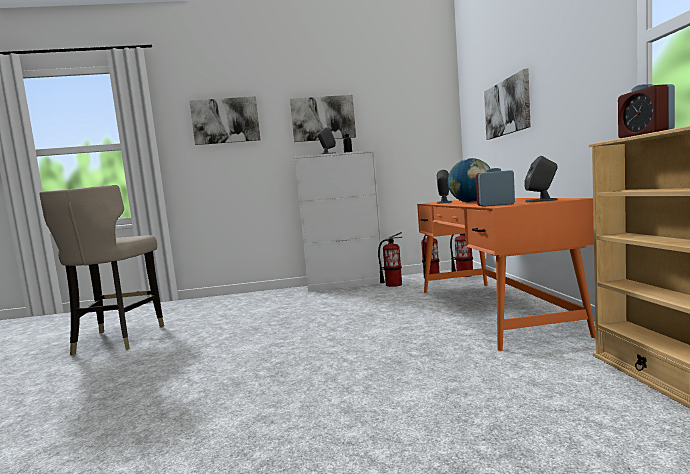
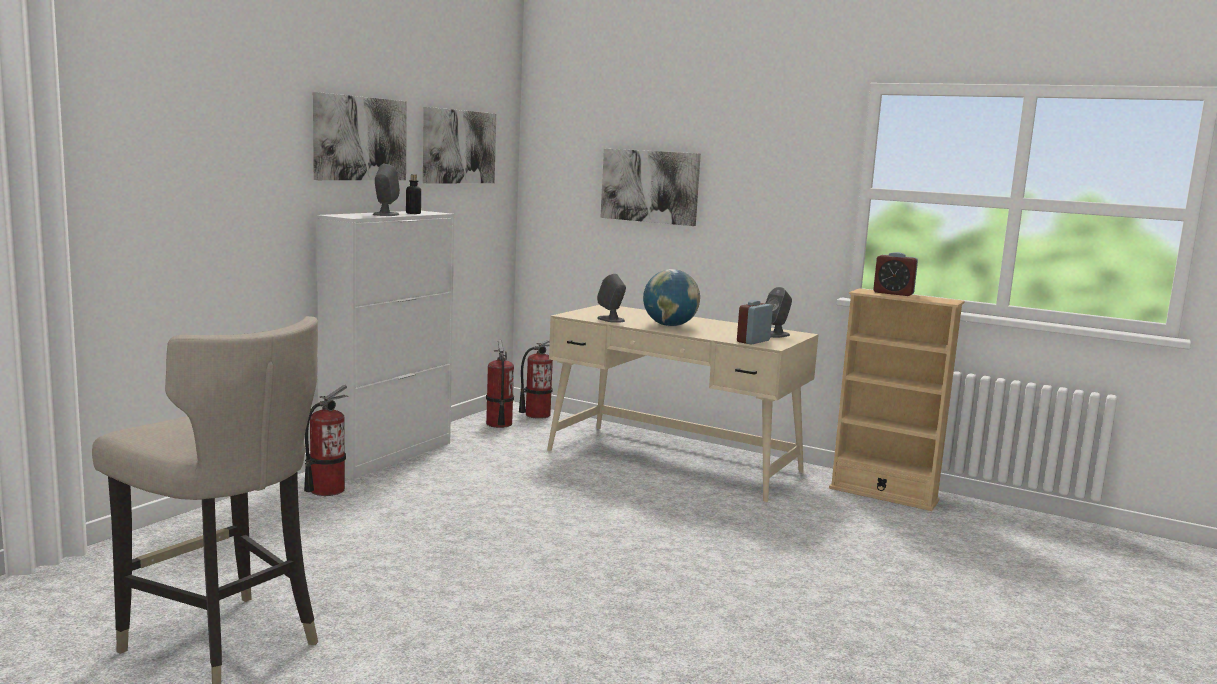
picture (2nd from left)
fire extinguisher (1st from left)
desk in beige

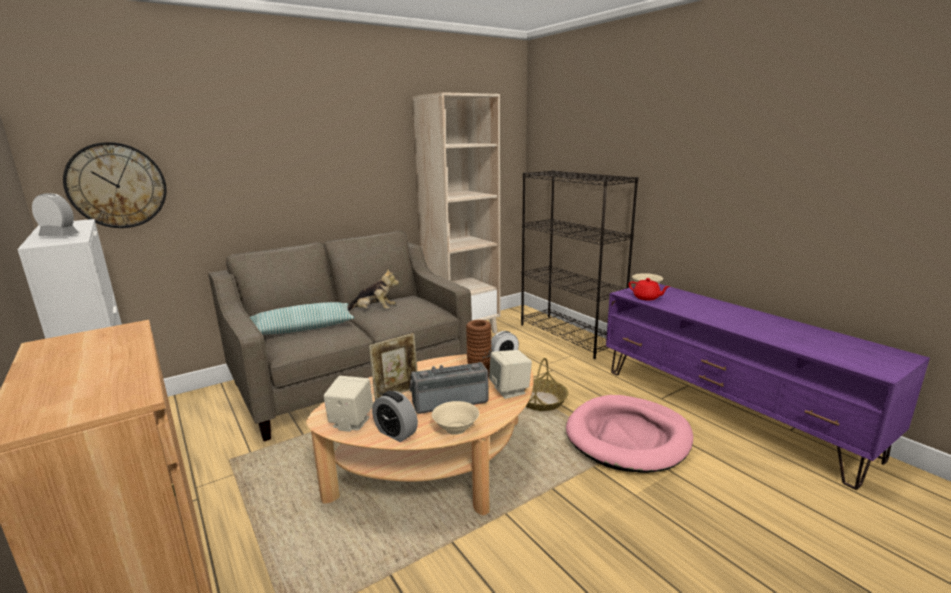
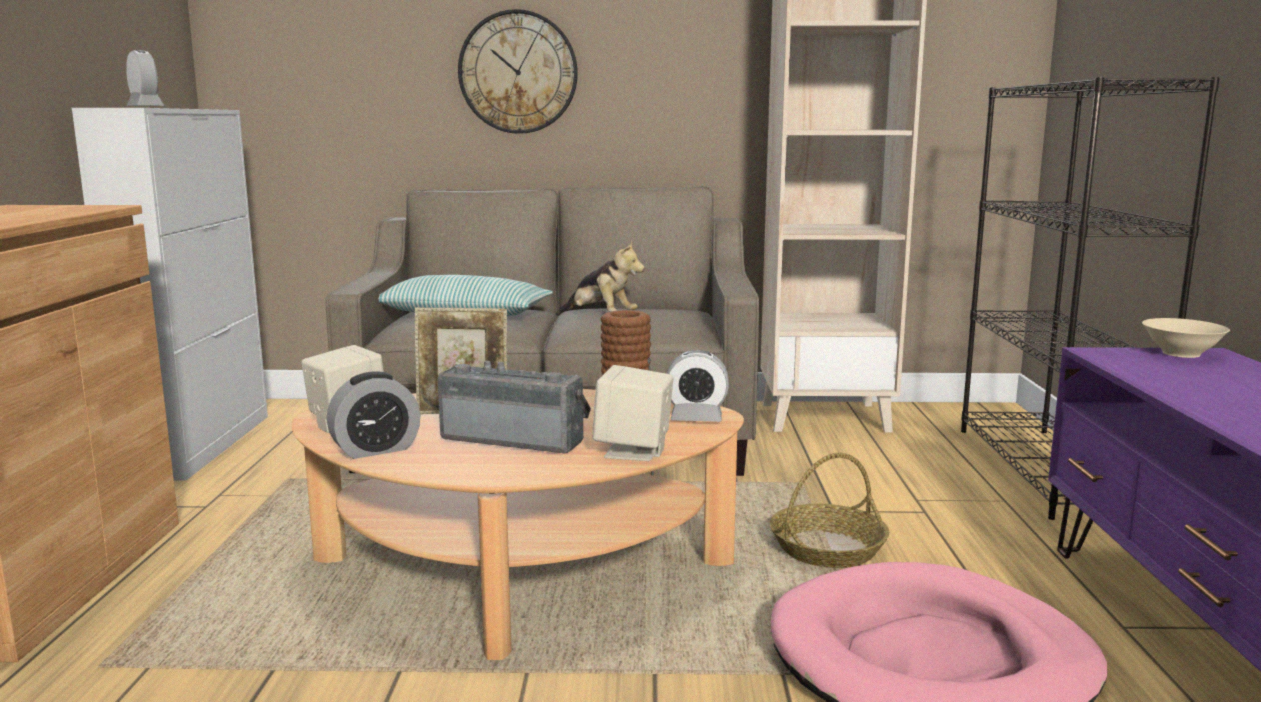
bowl in beige (1st from left in the first image)
teapot in red
wall clock
alarm clock (2nd from left)

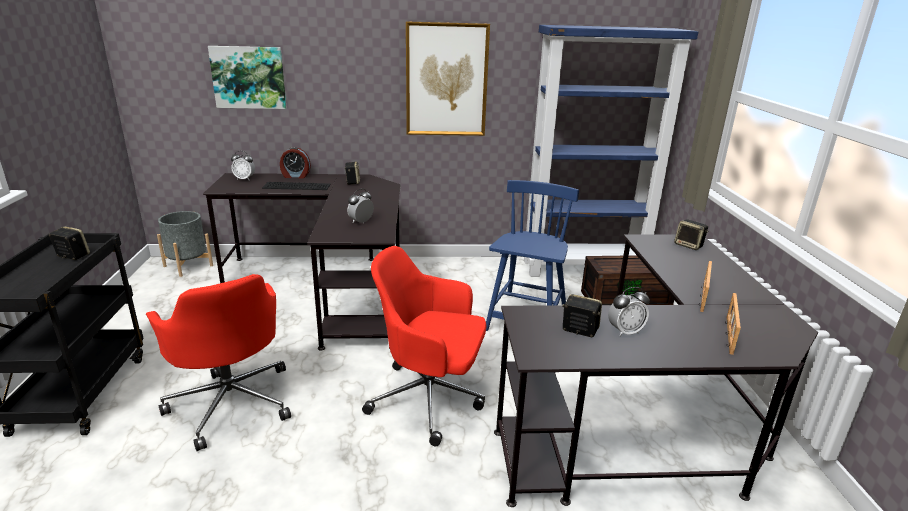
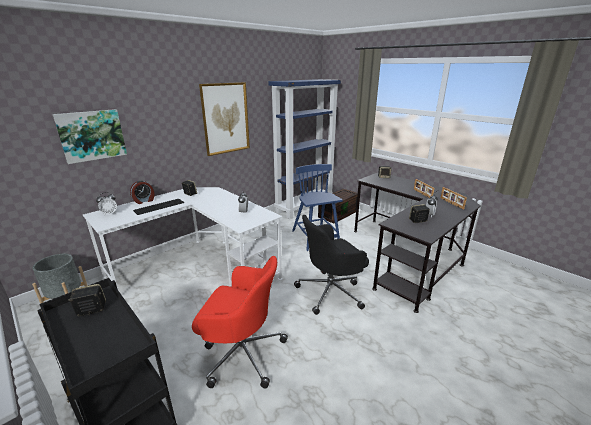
desk in white
office chair in black

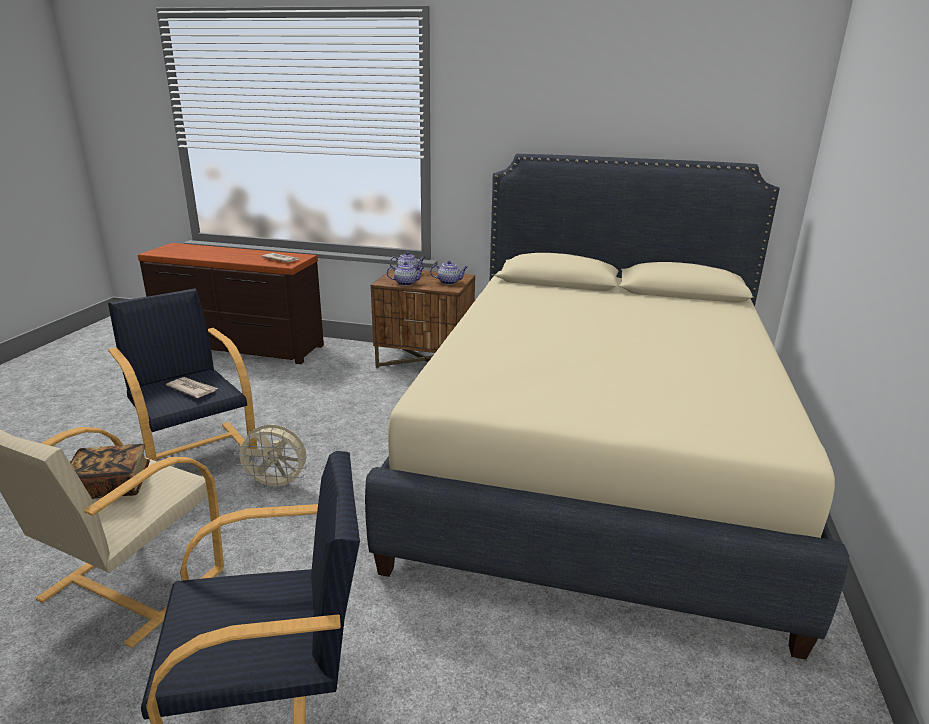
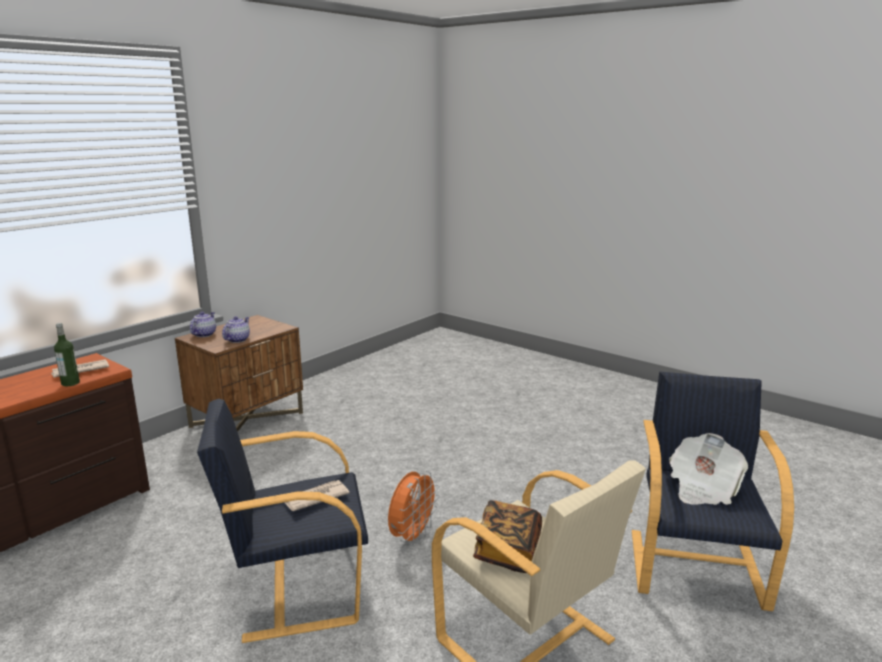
bed in beige
teapot (3rd from left in the first image)
bottle
newspaper (3rd from left)
fan in orange

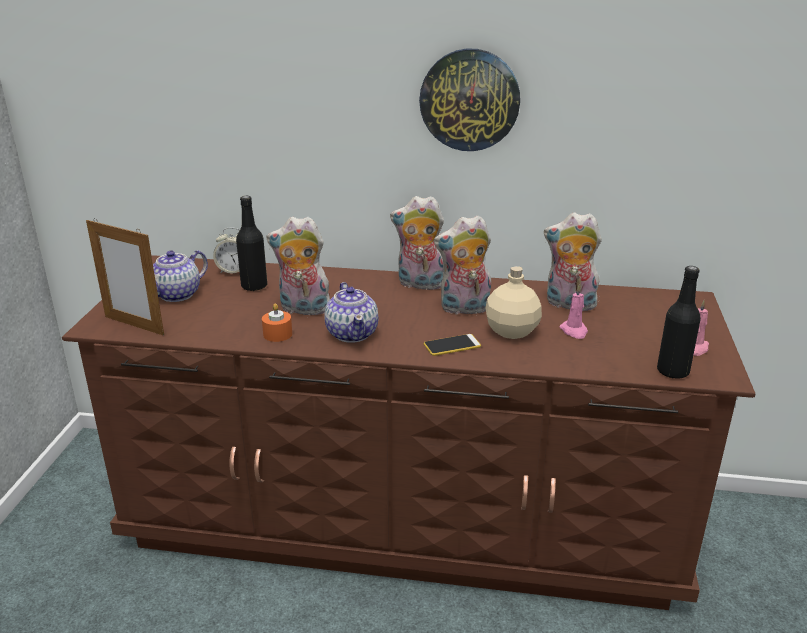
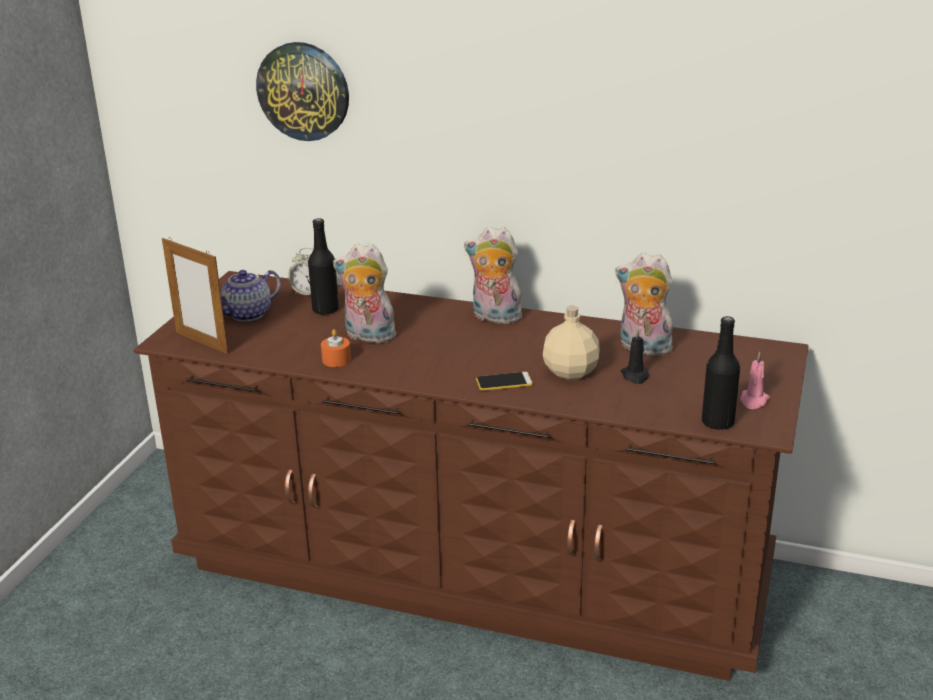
teapot (2nd from left in the first image)
plush toy (3rd from left in the first image)
wall clock
candle in black

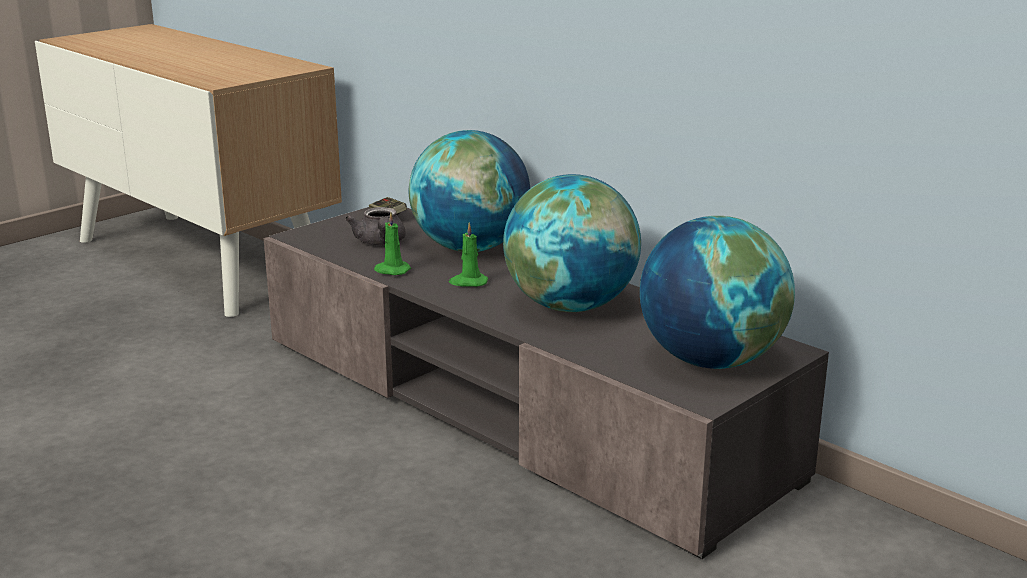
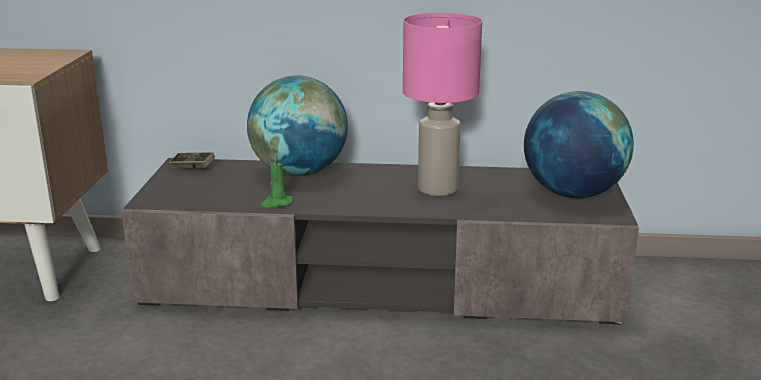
teapot in grey
candle in green (2nd from left in the first image)
table lamp in pink

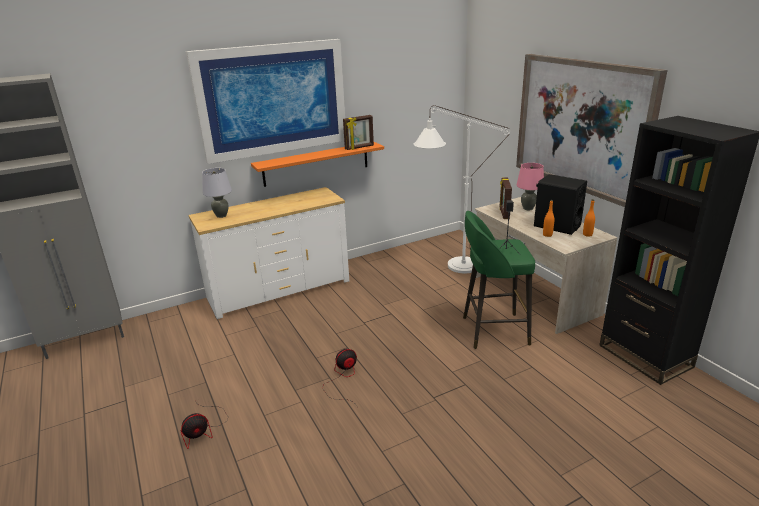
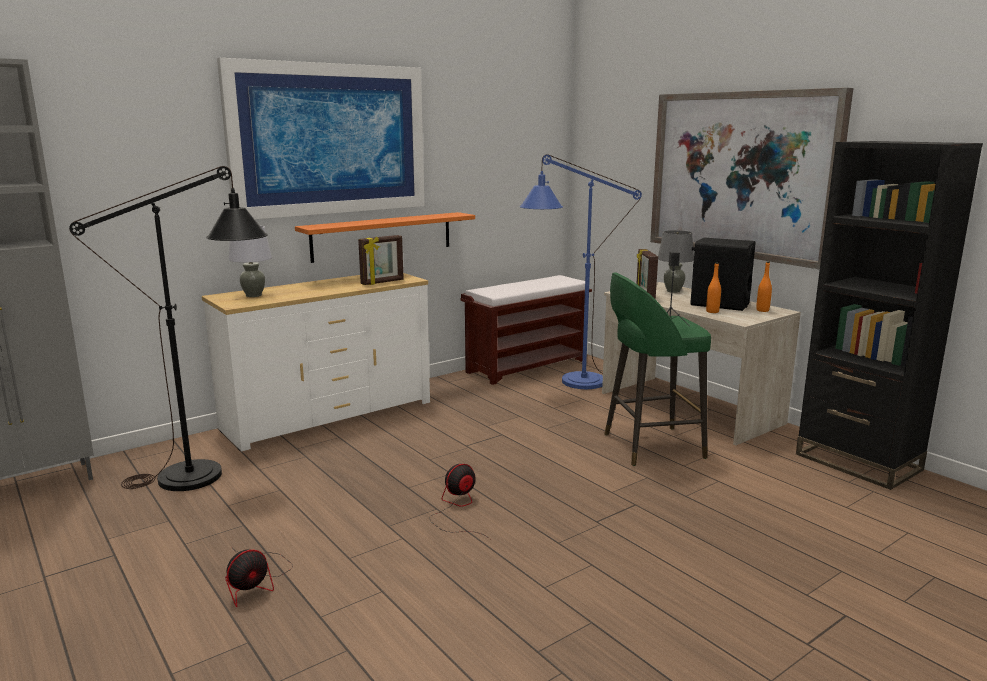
floor lamp in black
bench in brown
picture frame (1st from left)
floor lamp in blue
table lamp in grey (2nd from left)

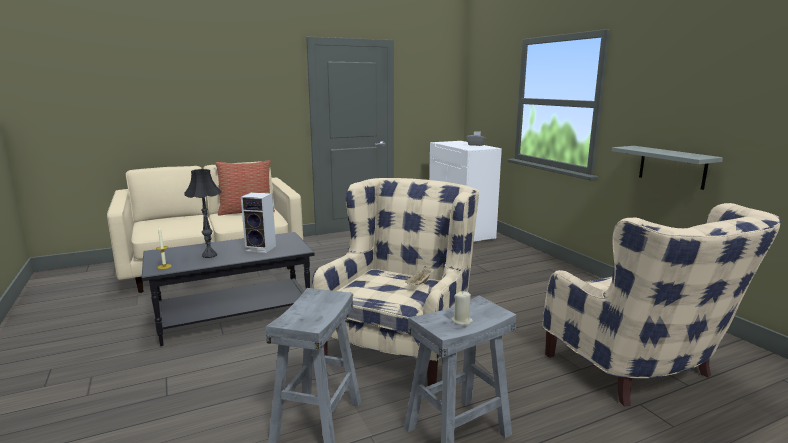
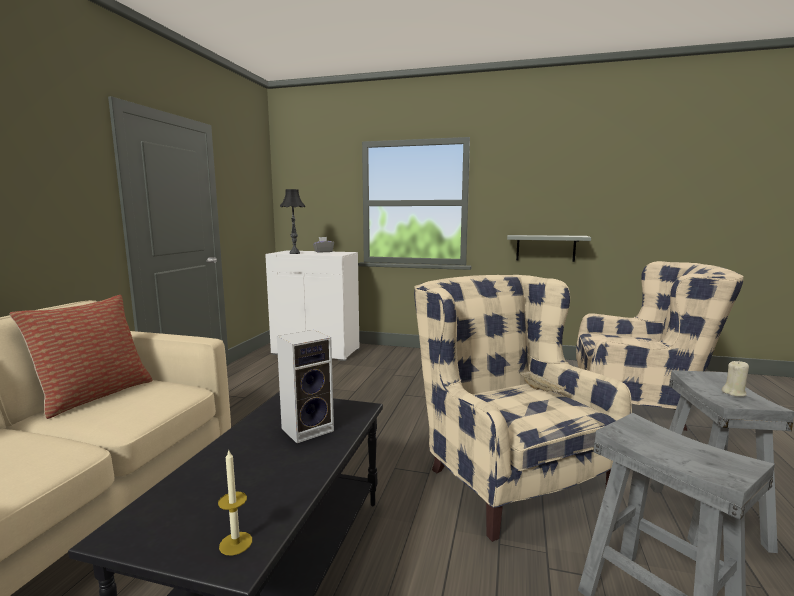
table lamp in black

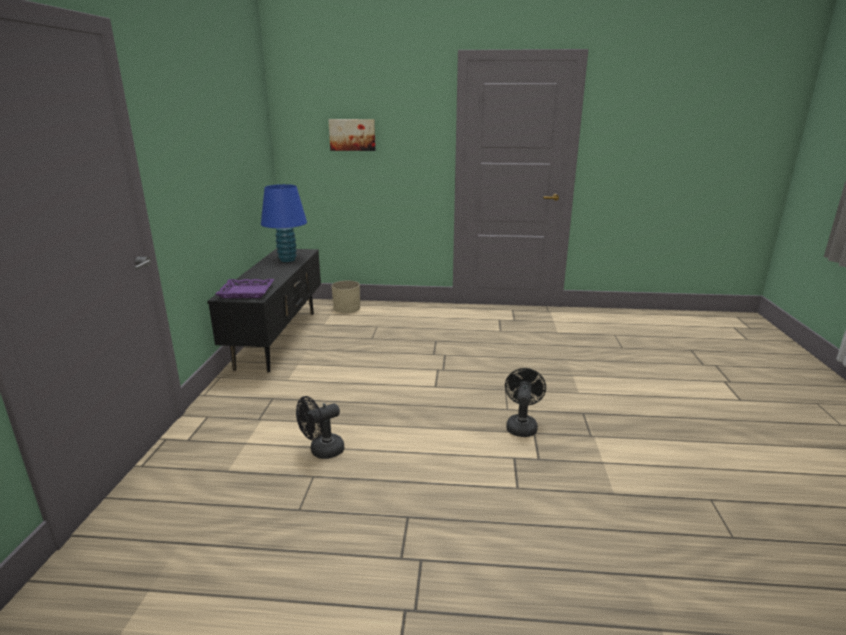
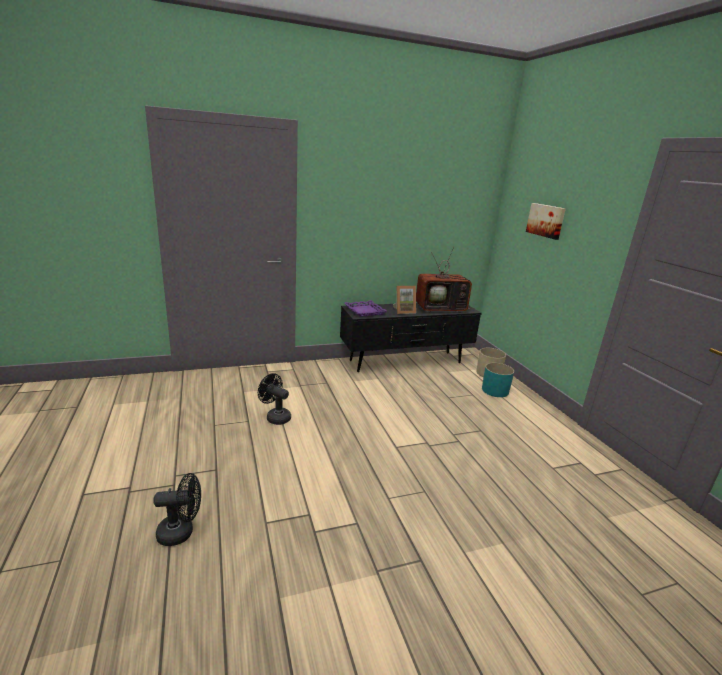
picture frame
planter in turquoise
fan in black (1st from left)
television

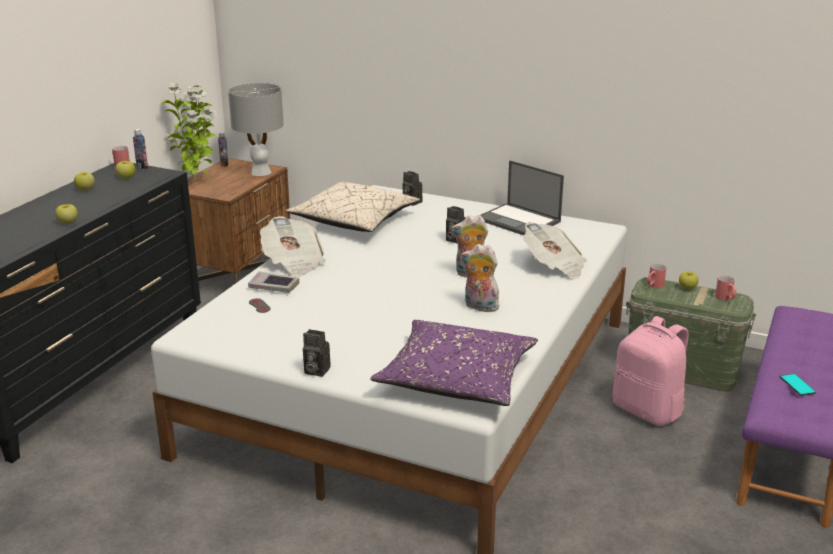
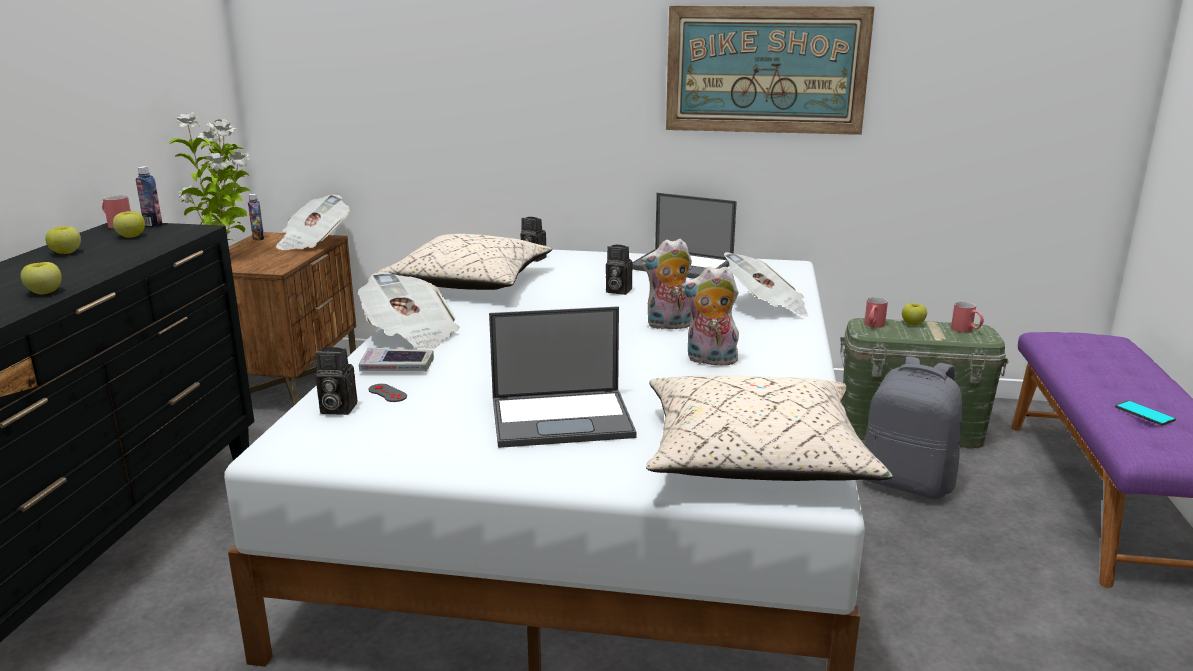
laptop (1st from left)
picture
photo camera (1st from left)
newspaper (1st from left)
pillow in beige (2nd from left)
backpack in grey

